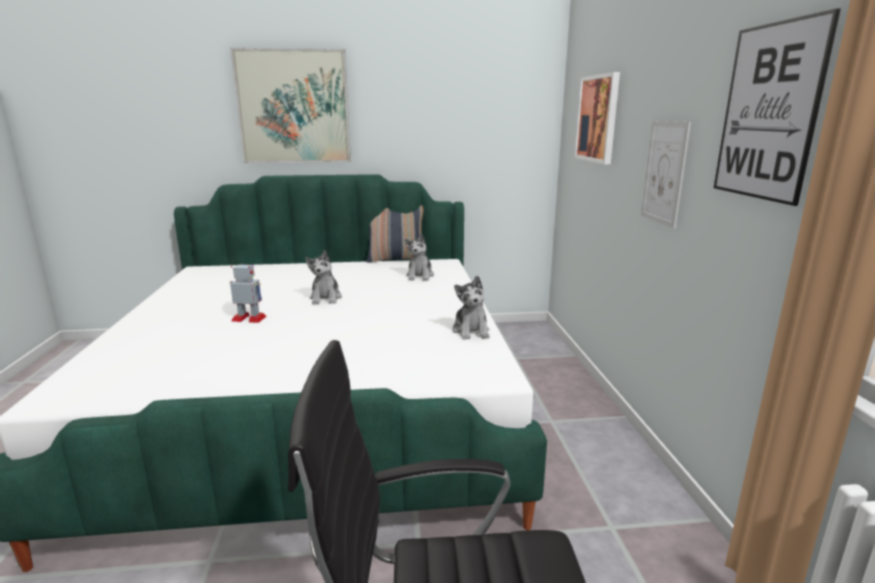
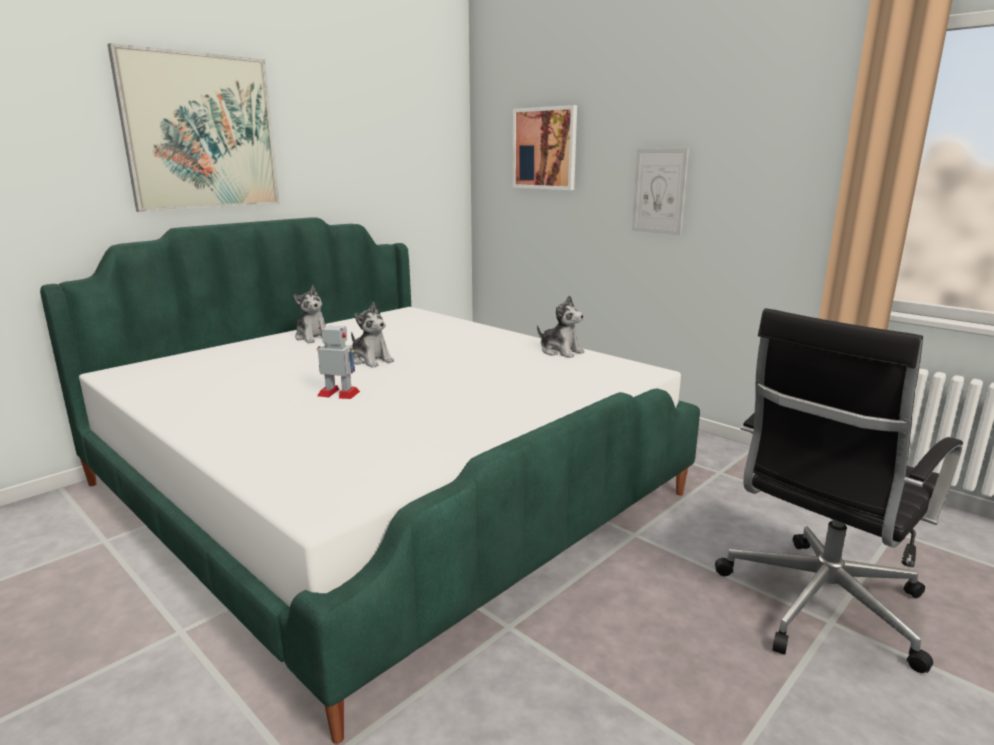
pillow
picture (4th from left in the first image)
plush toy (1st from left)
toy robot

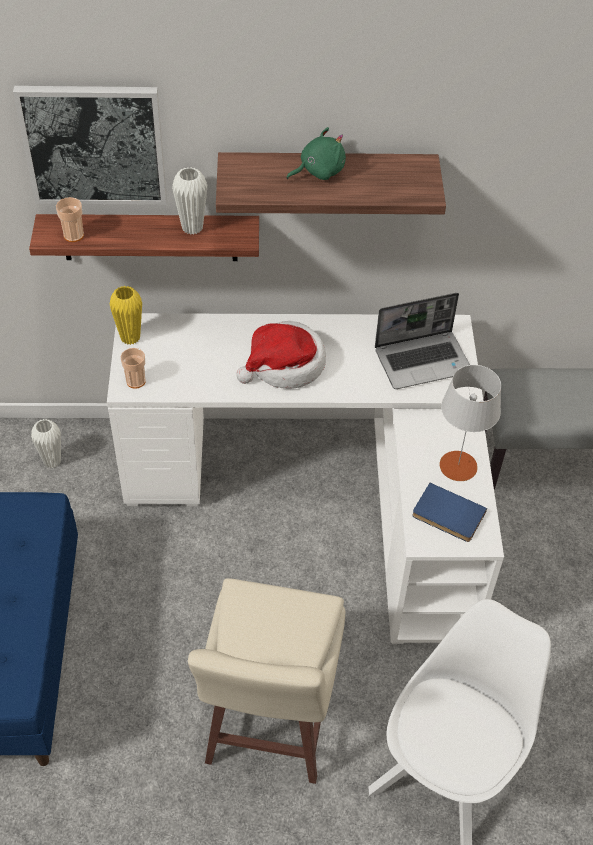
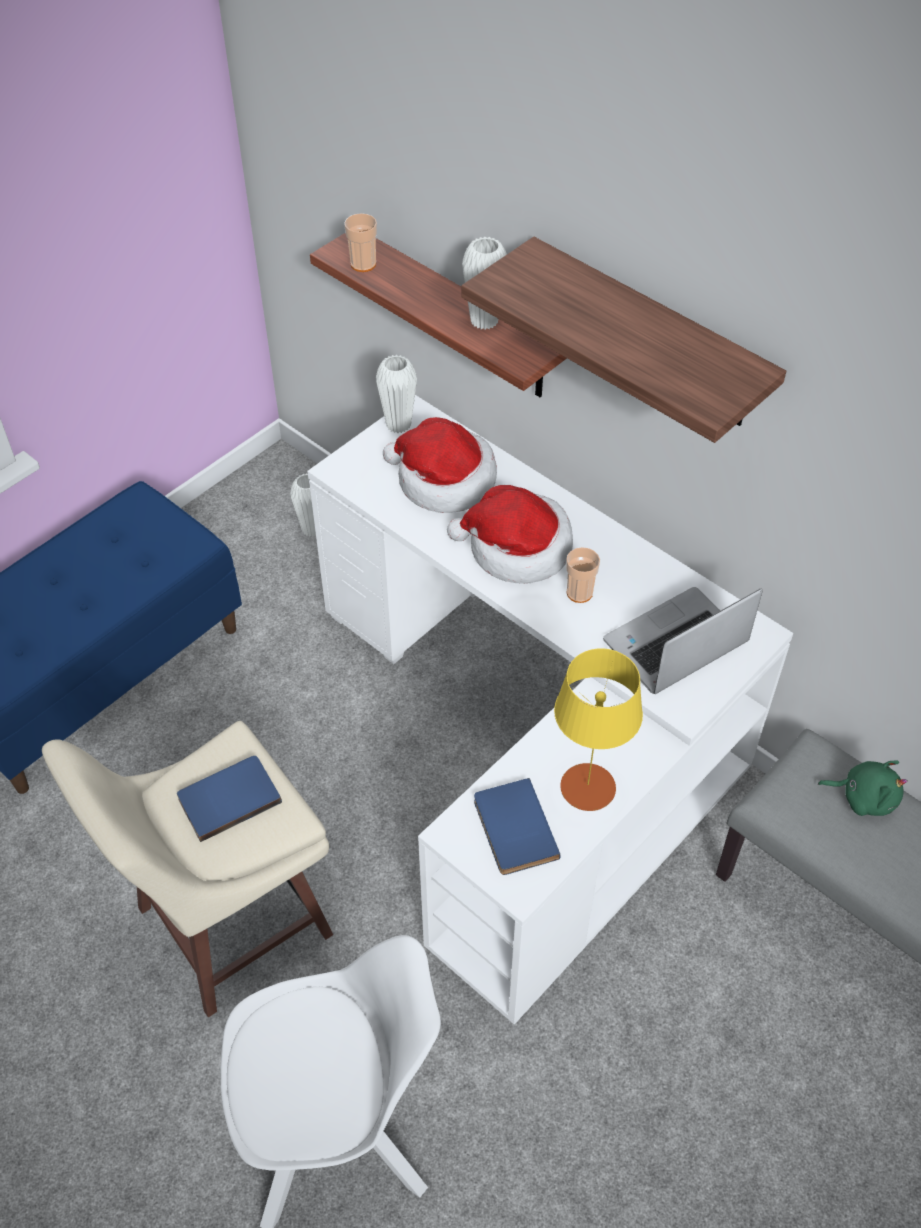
picture
book in blue (1st from left)
hat (1st from left)
cup (2nd from left)
plush toy in green
vase in white (2nd from left)
table lamp in yellow
laptop

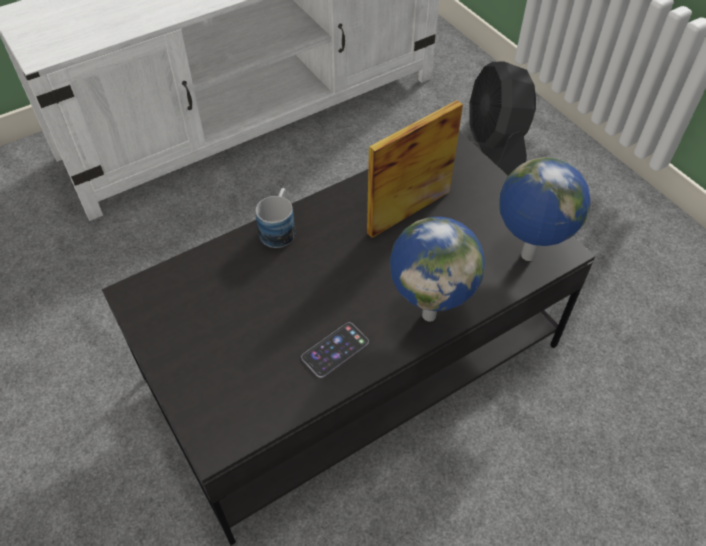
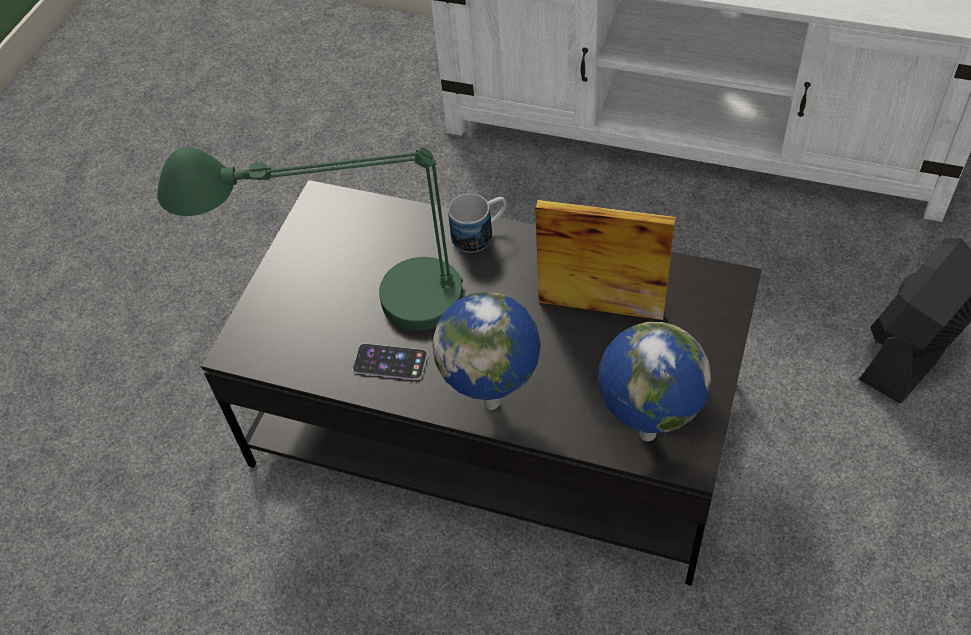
table lamp in green

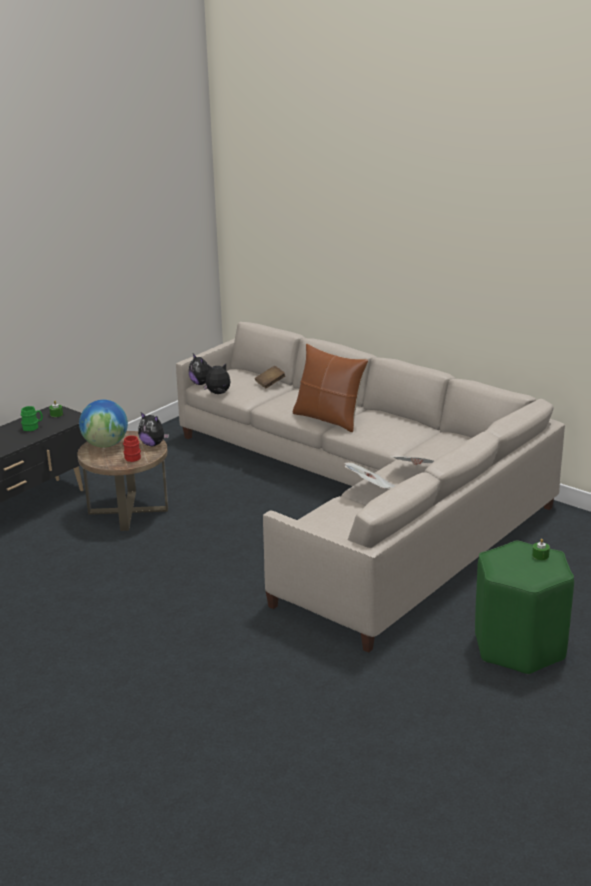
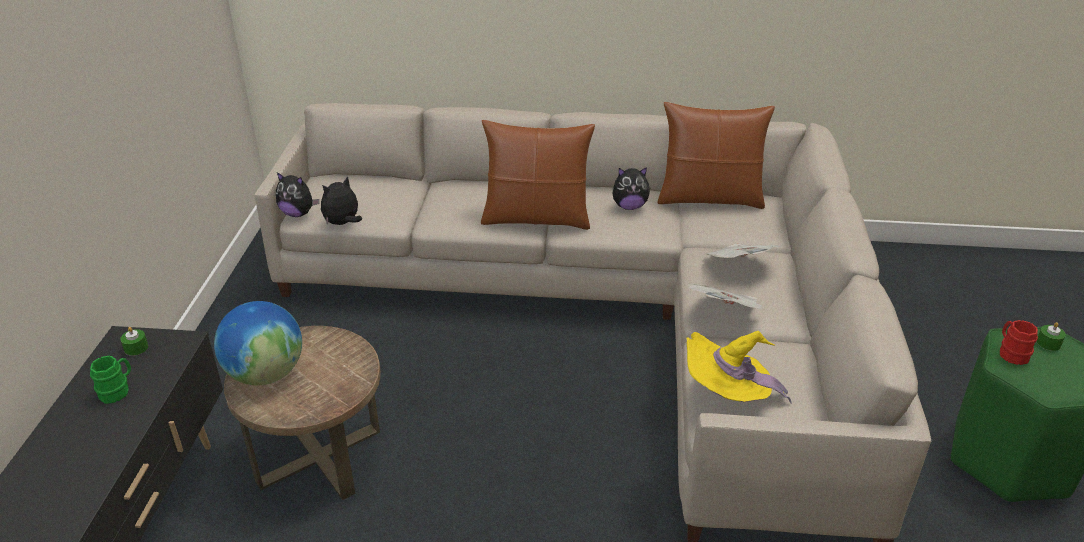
book in brown
pillow in brown (2nd from left)
hat in yellow
mug in red
plush toy (3rd from left)

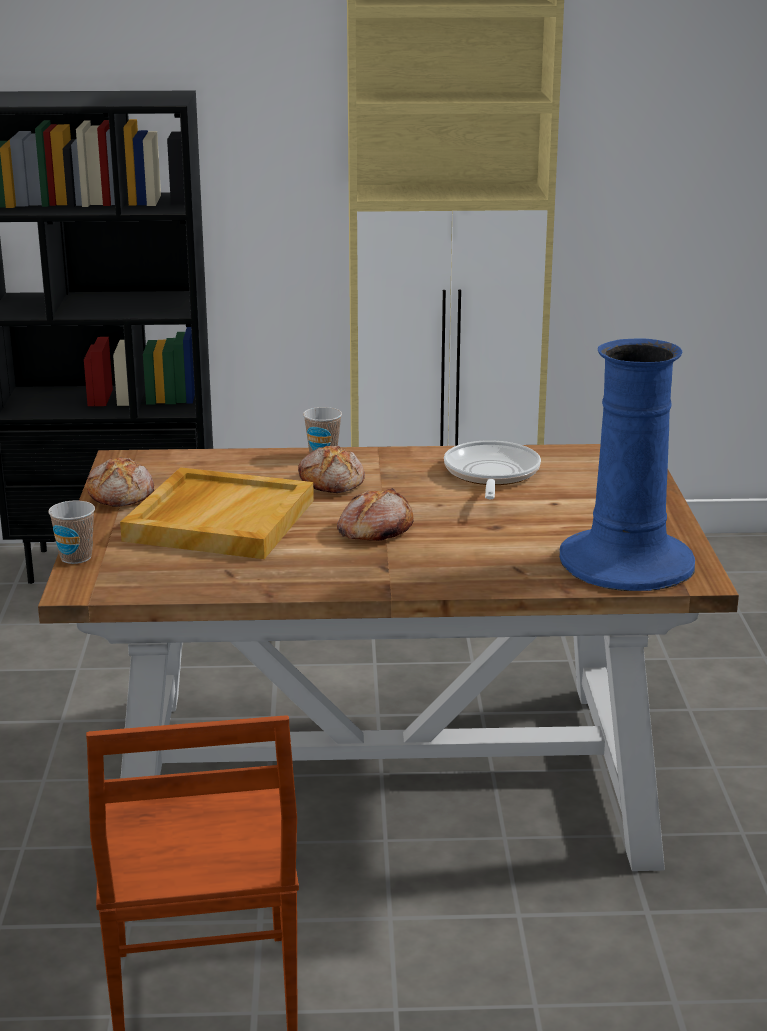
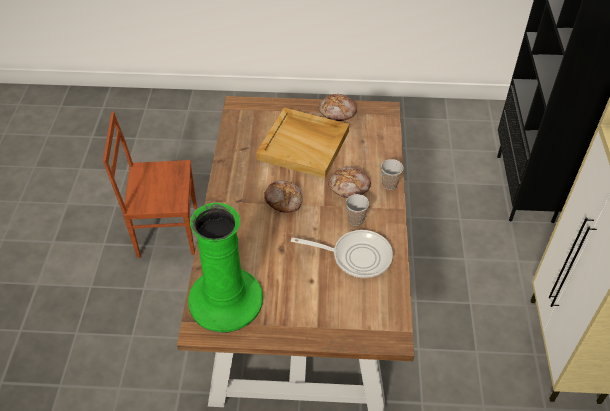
cup (1st from left)
vase in green

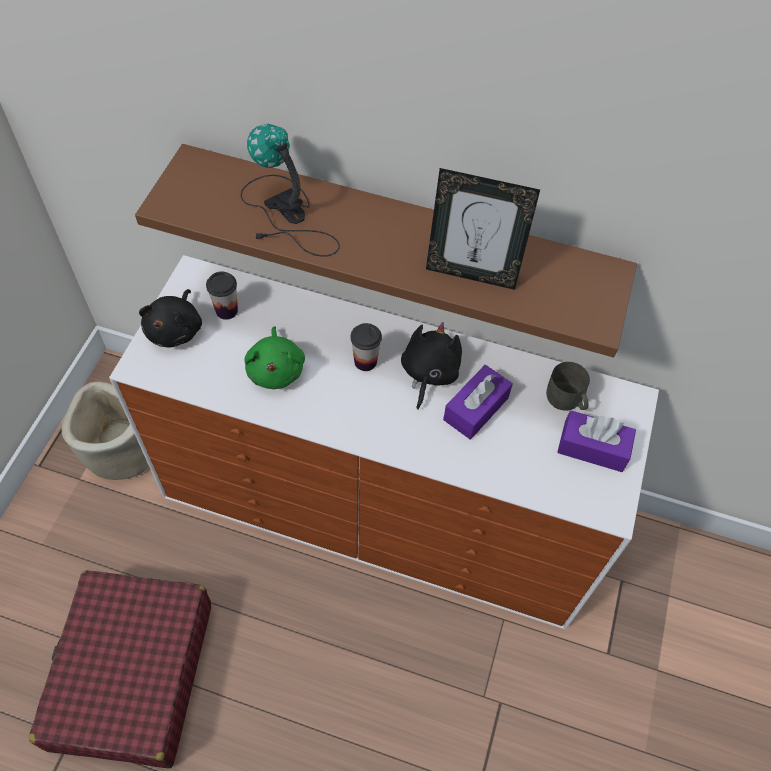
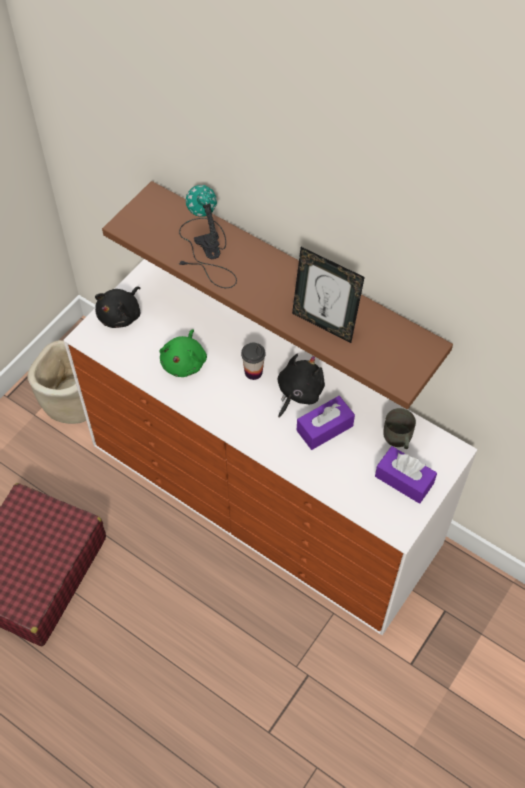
cup (1st from left in the first image)

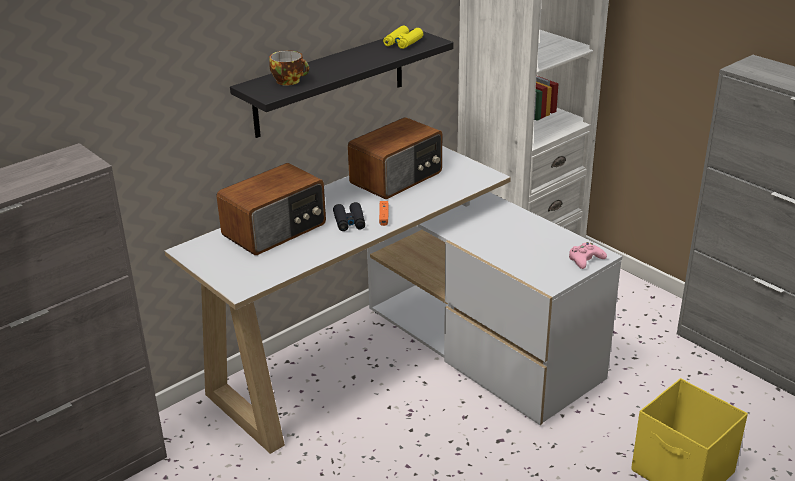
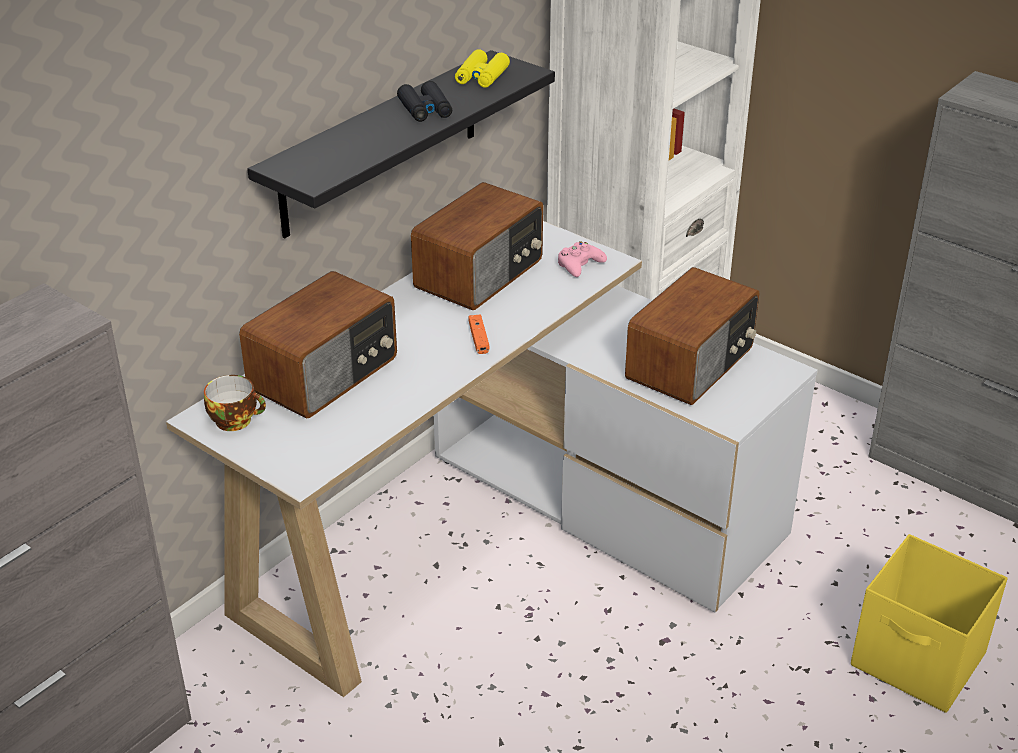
radio (3rd from left)
cup
binoculars in black
game controller in pink

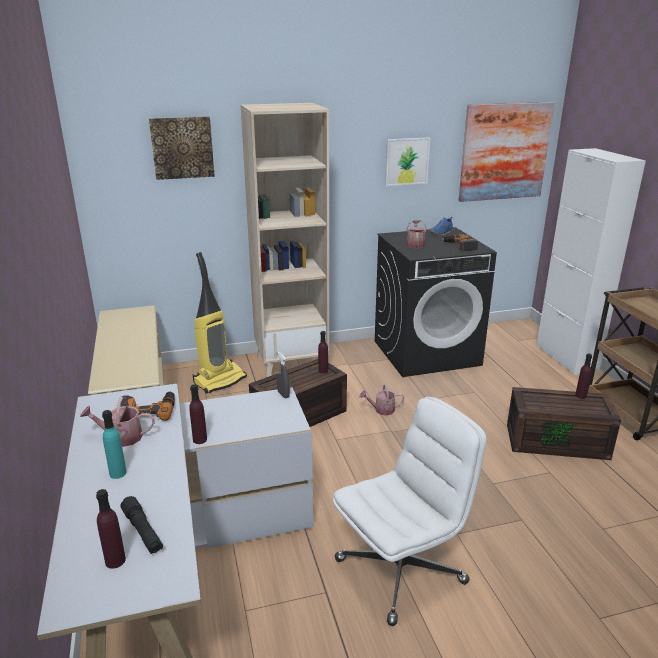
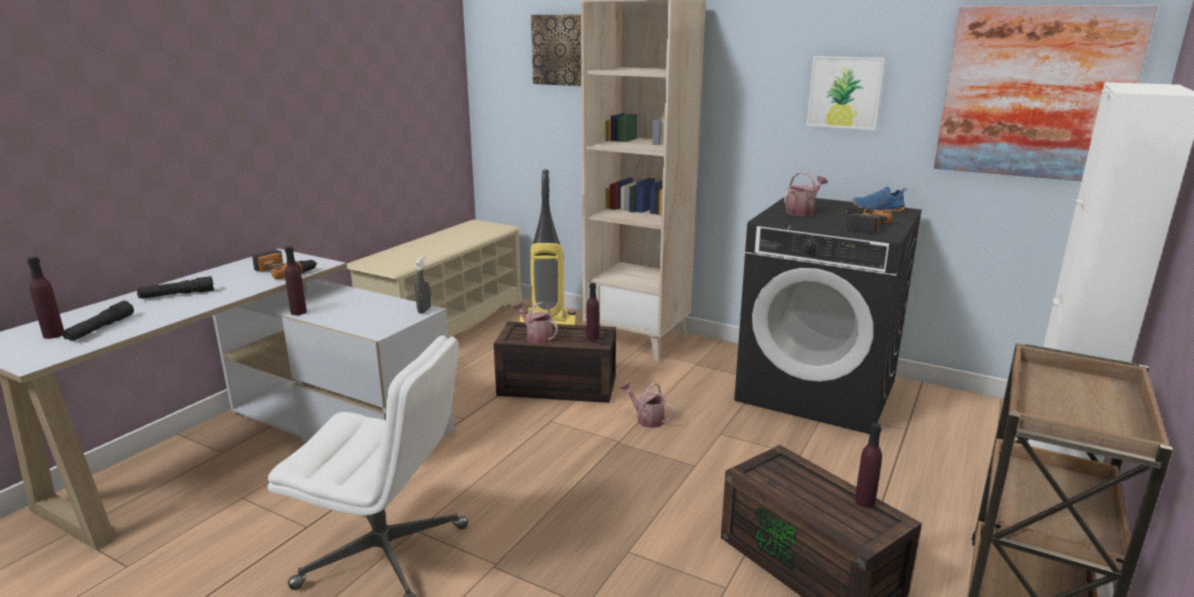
watering can (1st from left)
flashlight in black (2nd from left)

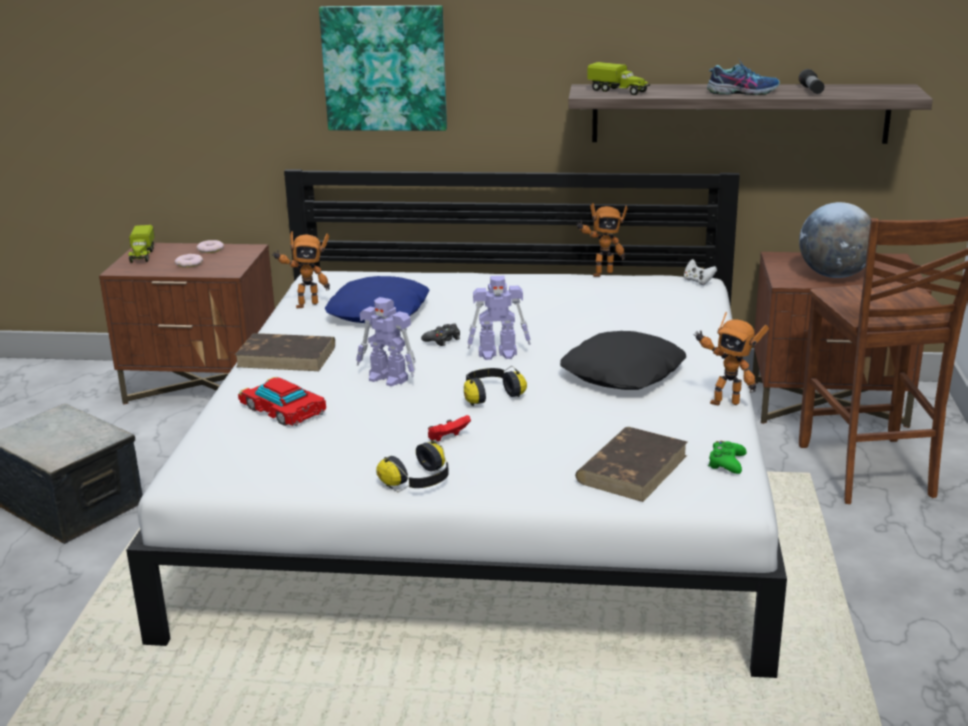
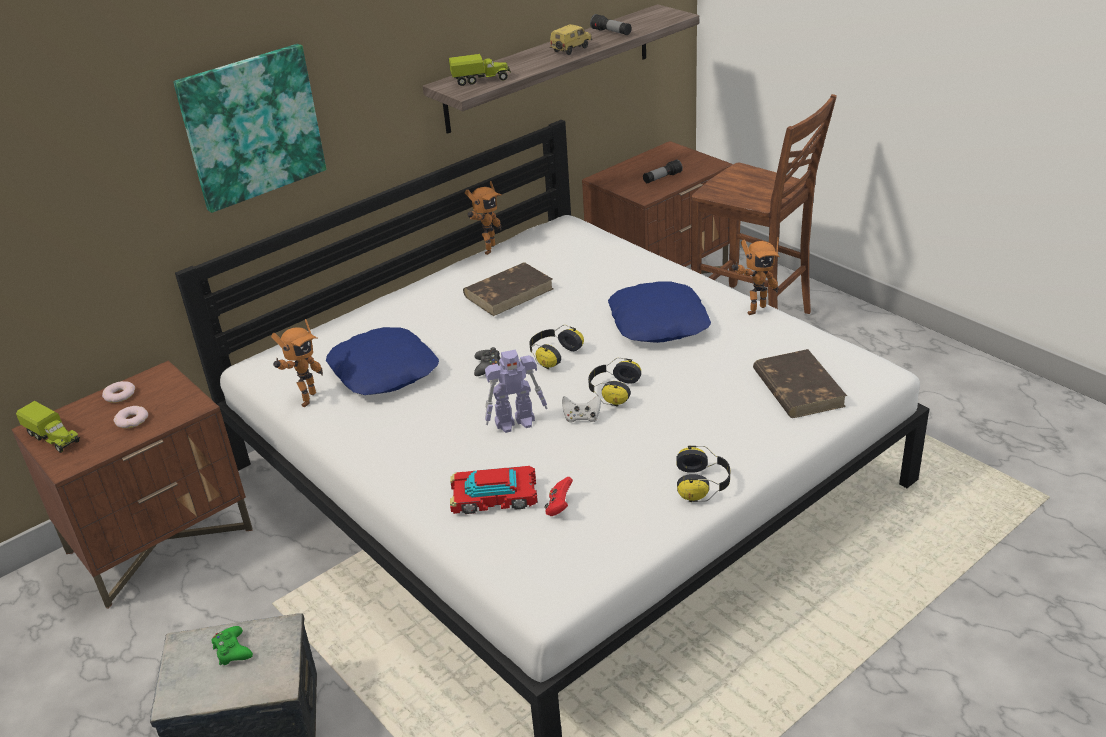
book in brown (1st from left)
game controller in red
game controller in white
game controller in green
headphones (1st from left)
toy car (2nd from left)
flashlight (2nd from left)
pillow in blue (2nd from left)

